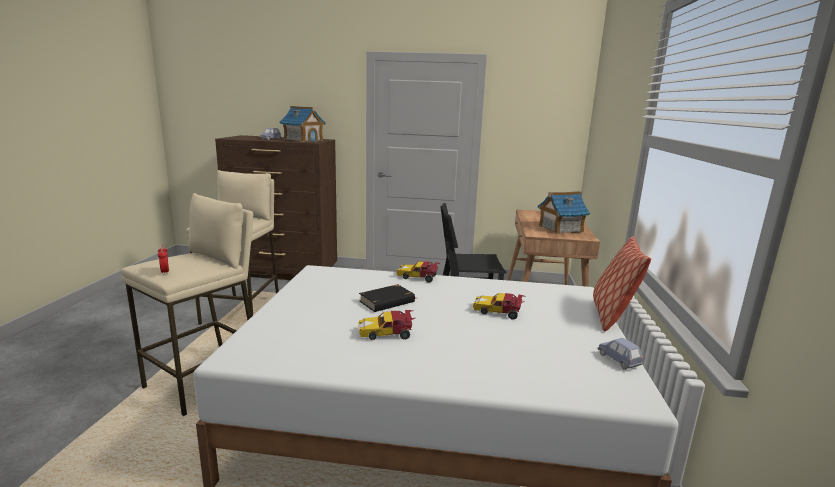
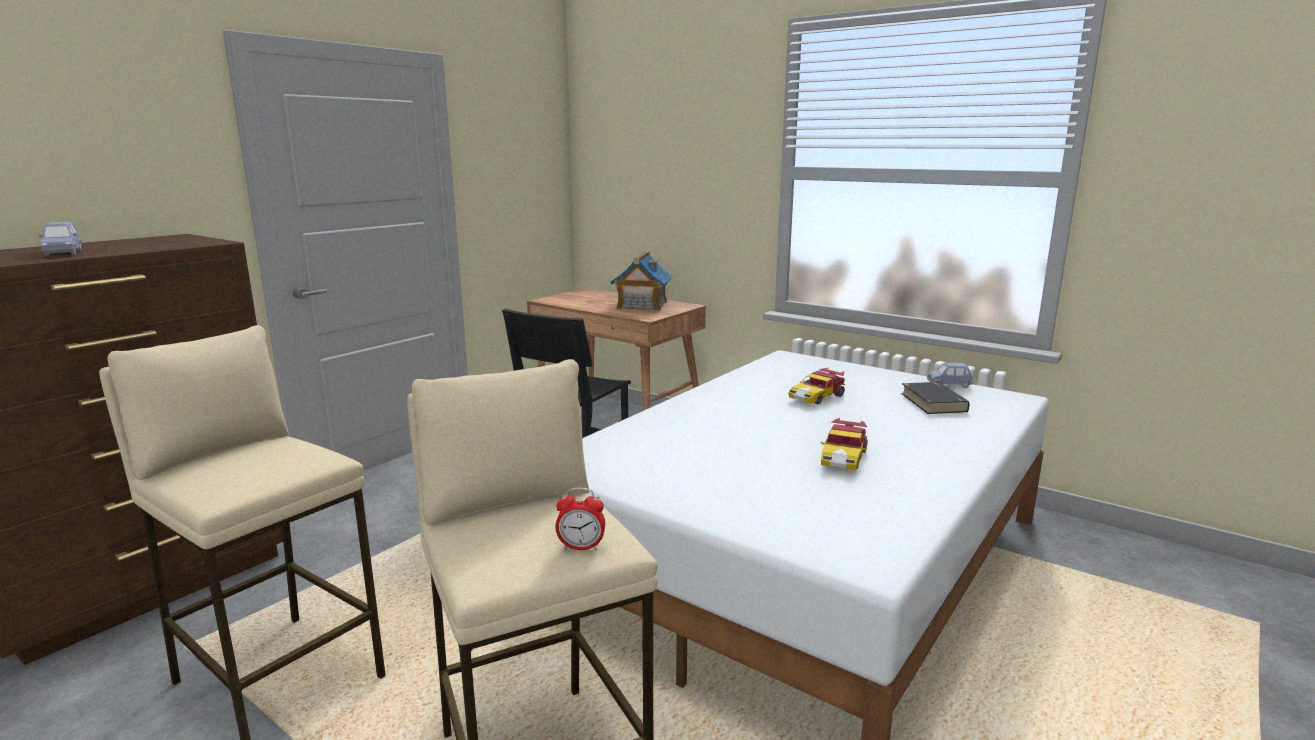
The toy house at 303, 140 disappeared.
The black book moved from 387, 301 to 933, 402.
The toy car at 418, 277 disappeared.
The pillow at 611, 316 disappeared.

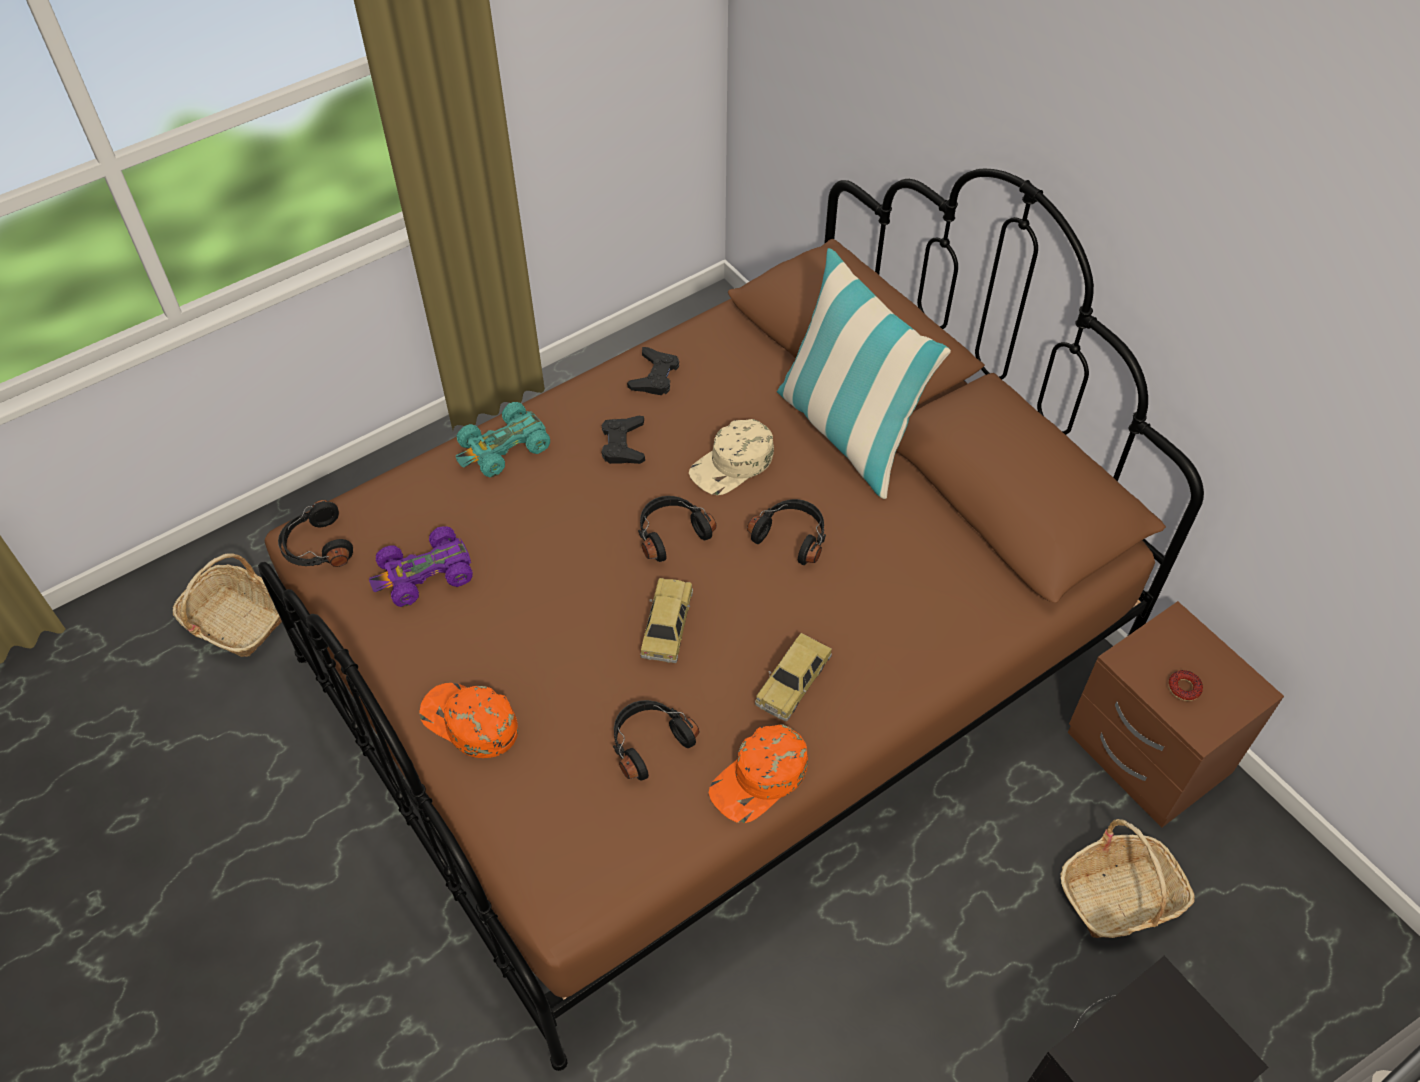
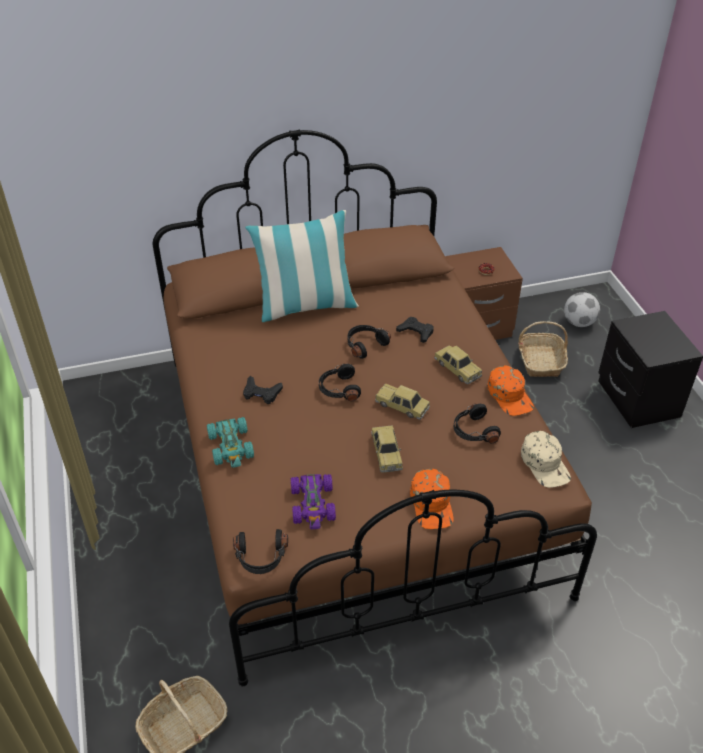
The orange cap at 469, 722 turned 60 degrees counterclockwise.
The black game controller moved from 655, 376 to 416, 332.
The beige cap moved from 732, 464 to 545, 464.
The toy car at 386, 453 appeared.
The football at 579, 323 appeared.

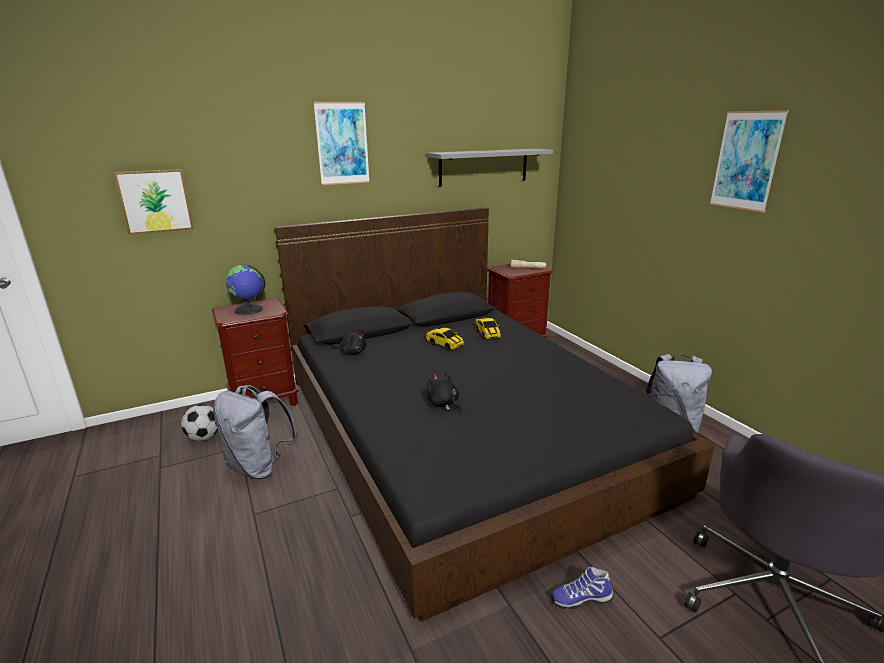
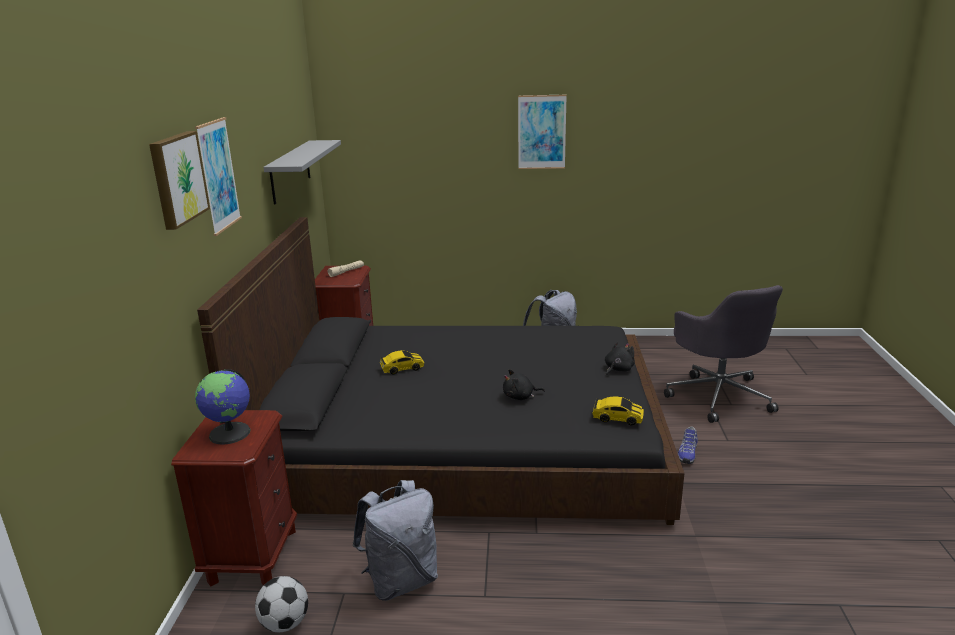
The picture moved from 155, 200 to 176, 178.
The black plush toy moved from 352, 352 to 618, 369.
The toy car moved from 487, 333 to 617, 418.

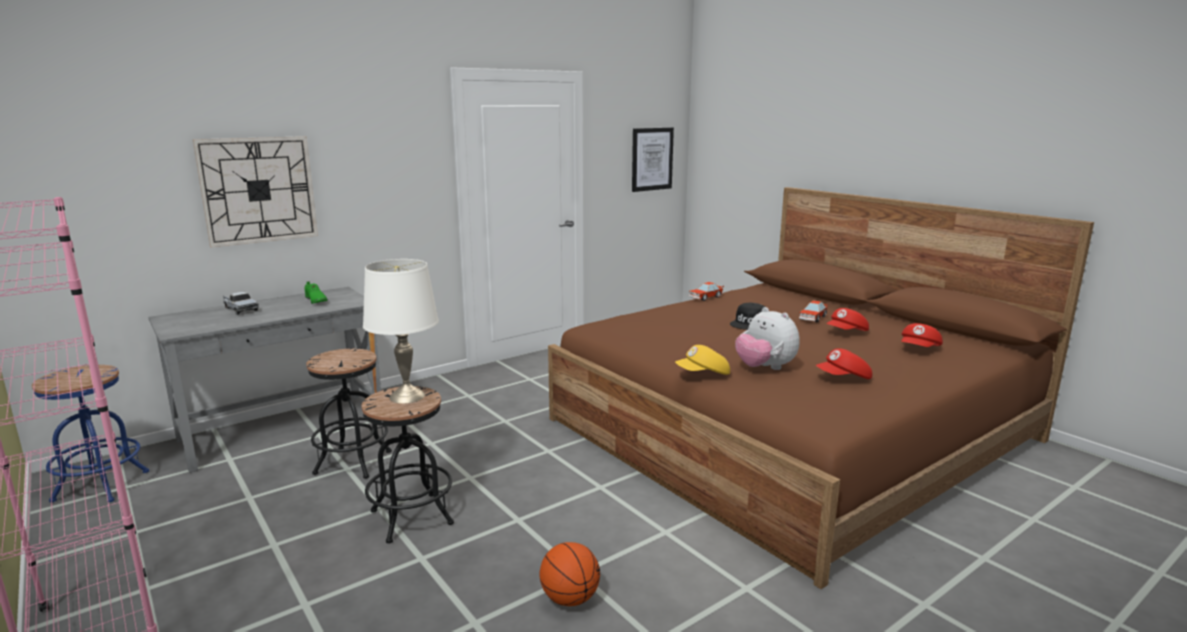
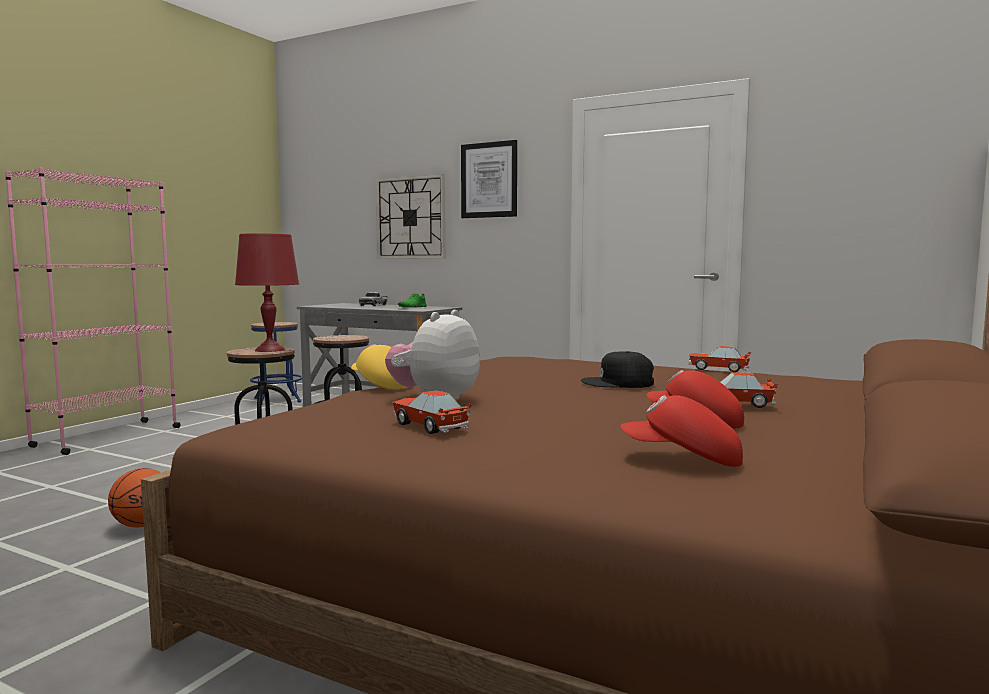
The white table lamp at 407, 396 became the red table lamp at 270, 350.
The picture moved from 652, 159 to 489, 180.
The red cap at 844, 379 was replaced by the toy car at 429, 426.

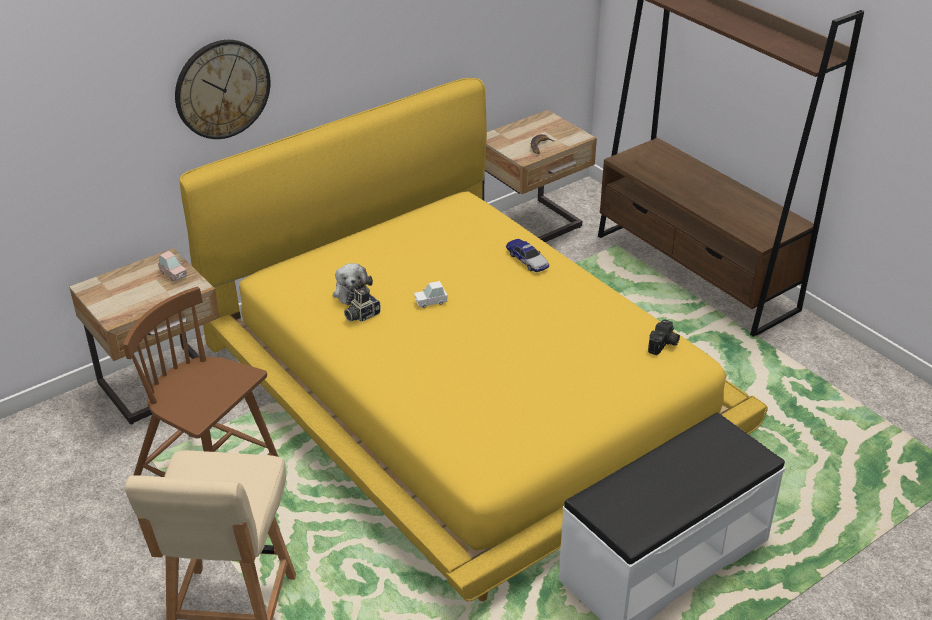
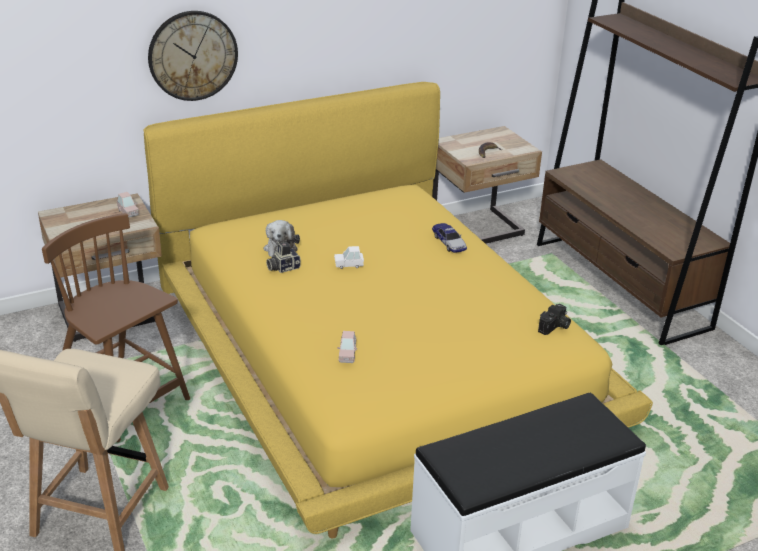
The pink toy car at 347, 355 appeared.

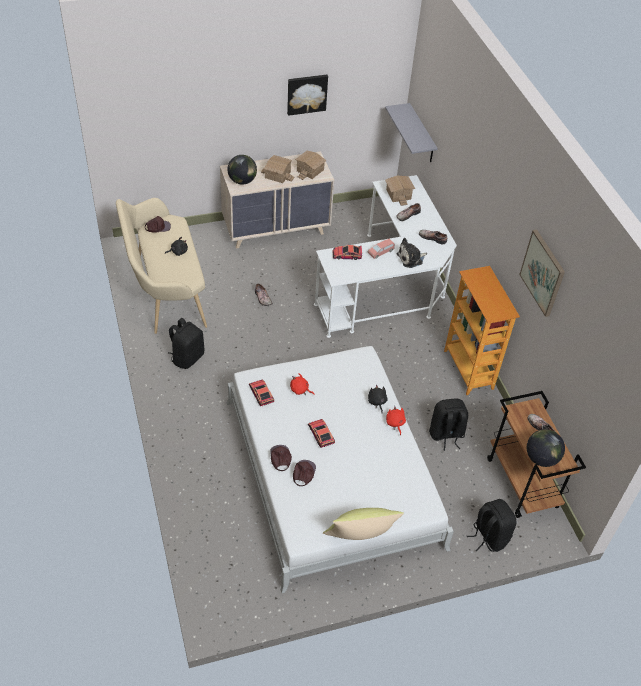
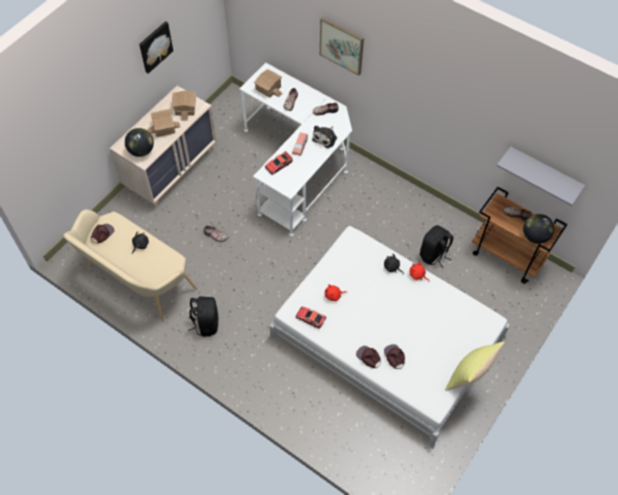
The toy car at 321, 434 disappeared.
The grey shelf moved from 422, 134 to 544, 172.
The bookcase at 469, 369 disappeared.
The black backpack at 488, 536 disappeared.
The picture moved from 543, 272 to 342, 45.

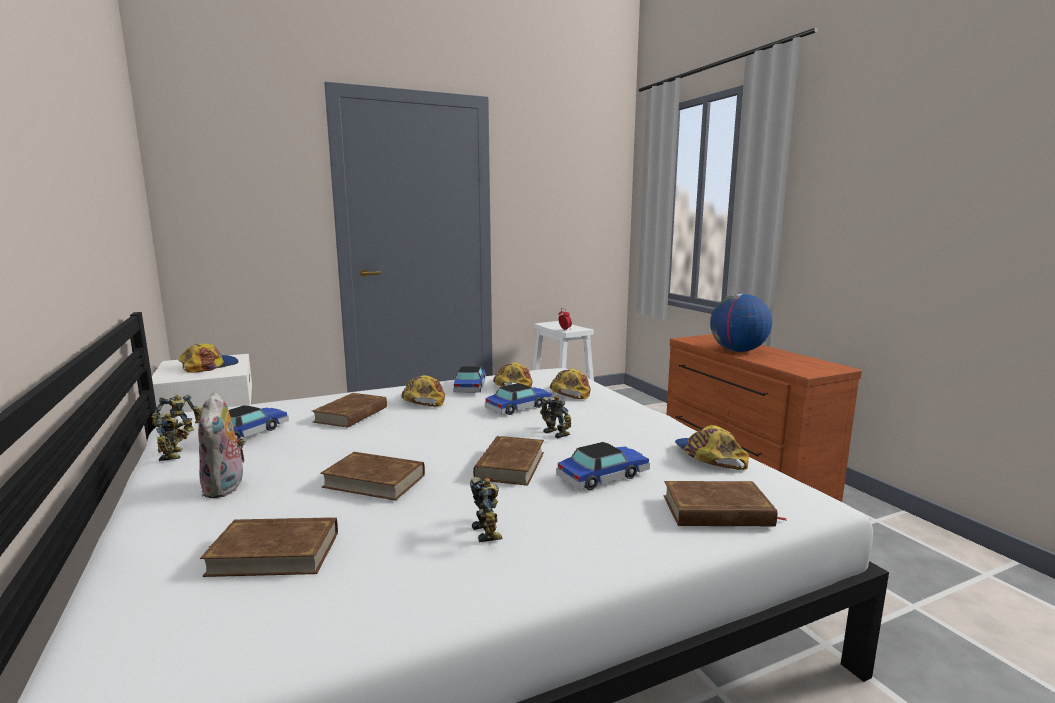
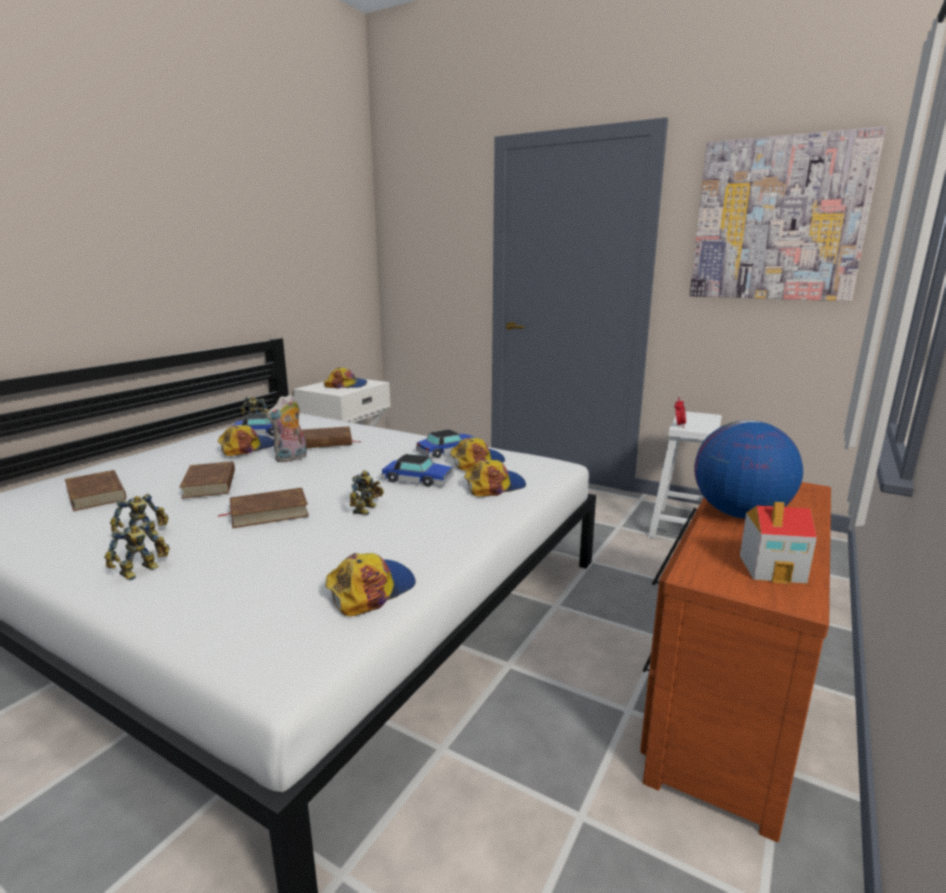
The toy robot moved from 174, 454 to 142, 571.
The plush toy moved from 226, 488 to 291, 458.
The cap moved from 423, 399 to 247, 447.
The toy car at 603, 476 disappeared.
The brown book at 717, 511 disappeared.
The picture at 778, 220 appeared.
The toy house at 773, 568 appeared.

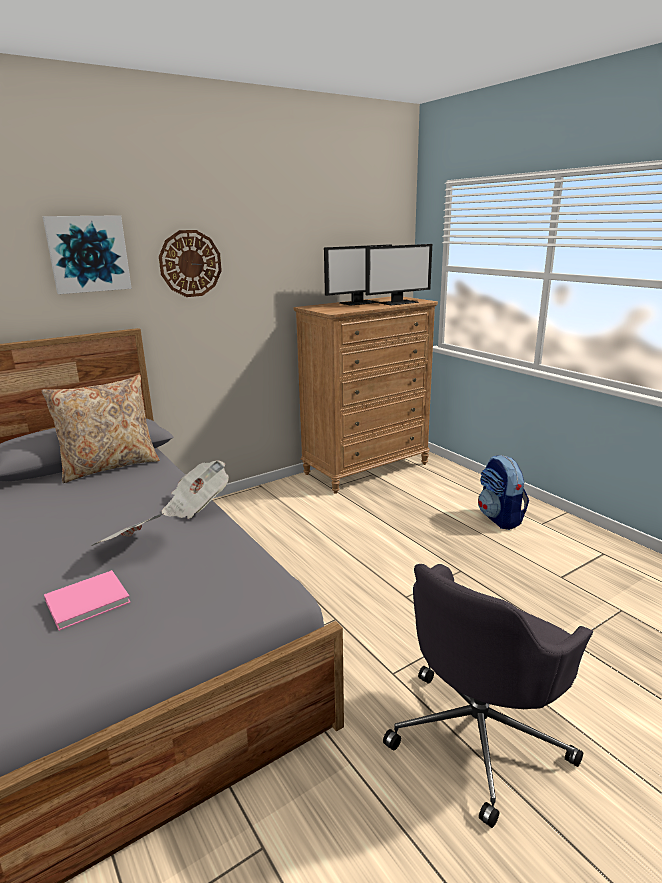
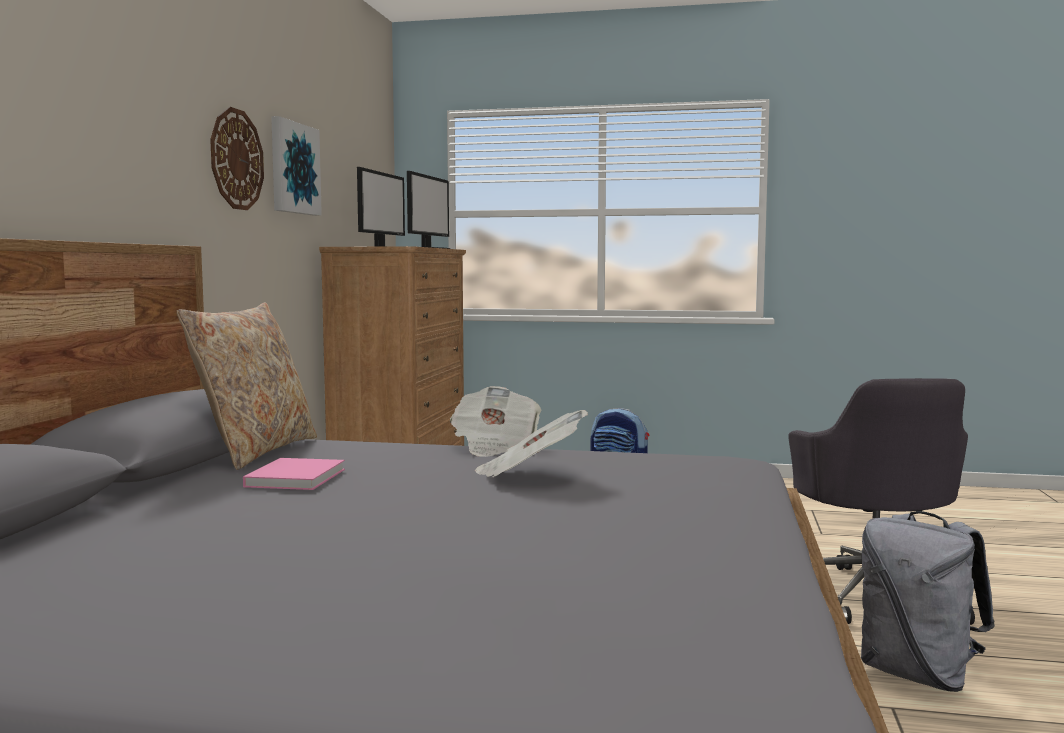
The picture moved from 88, 254 to 293, 168.
The pink book moved from 90, 601 to 297, 477.
The grey backpack at 918, 675 appeared.

